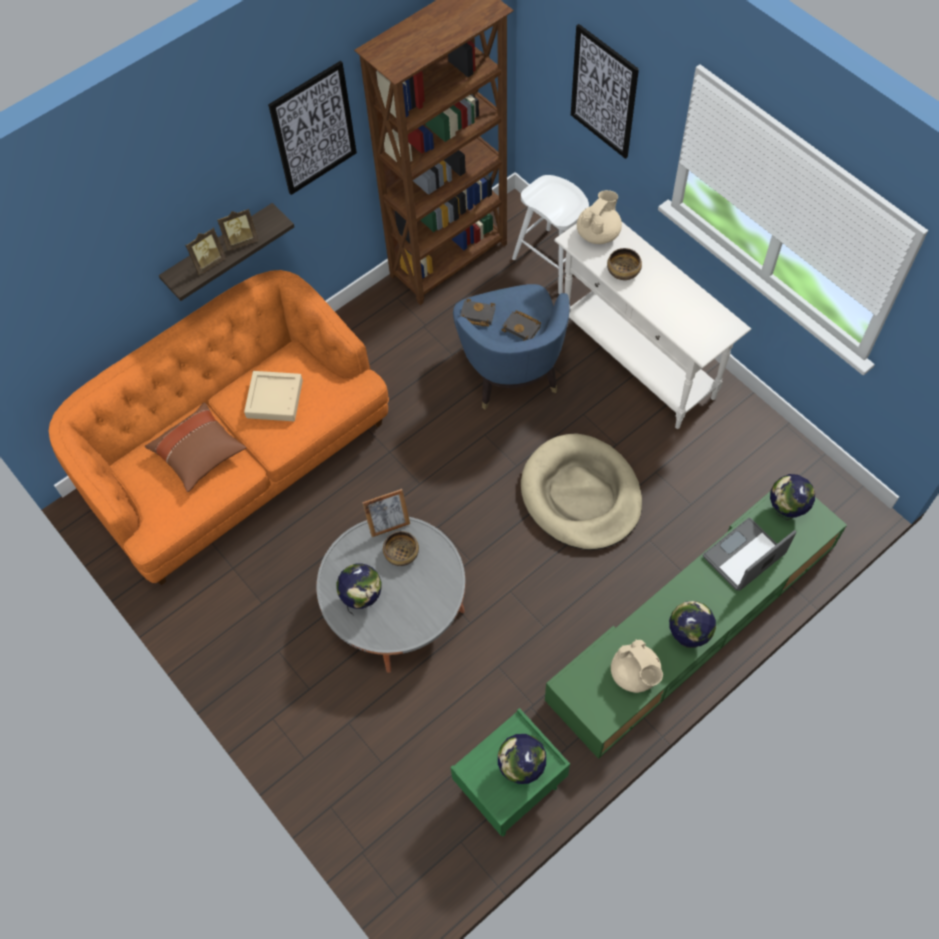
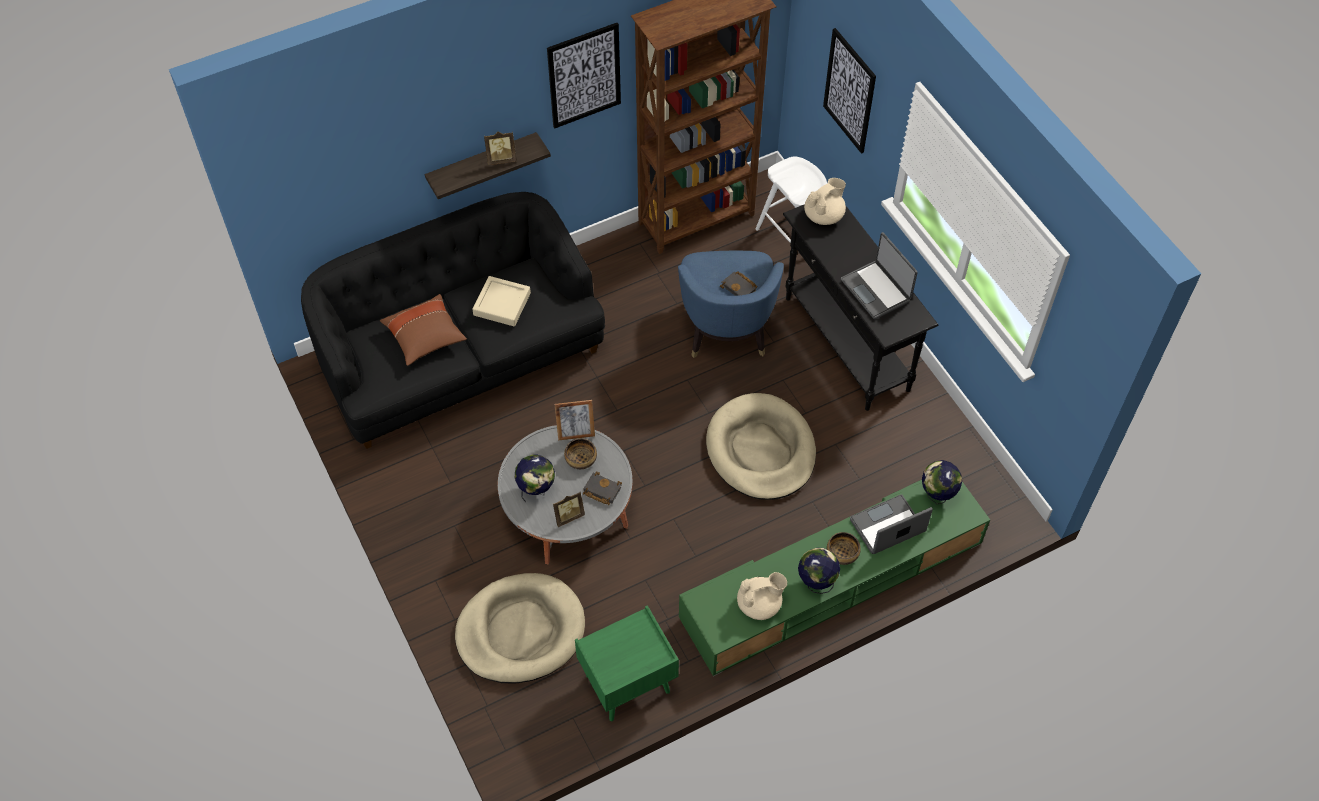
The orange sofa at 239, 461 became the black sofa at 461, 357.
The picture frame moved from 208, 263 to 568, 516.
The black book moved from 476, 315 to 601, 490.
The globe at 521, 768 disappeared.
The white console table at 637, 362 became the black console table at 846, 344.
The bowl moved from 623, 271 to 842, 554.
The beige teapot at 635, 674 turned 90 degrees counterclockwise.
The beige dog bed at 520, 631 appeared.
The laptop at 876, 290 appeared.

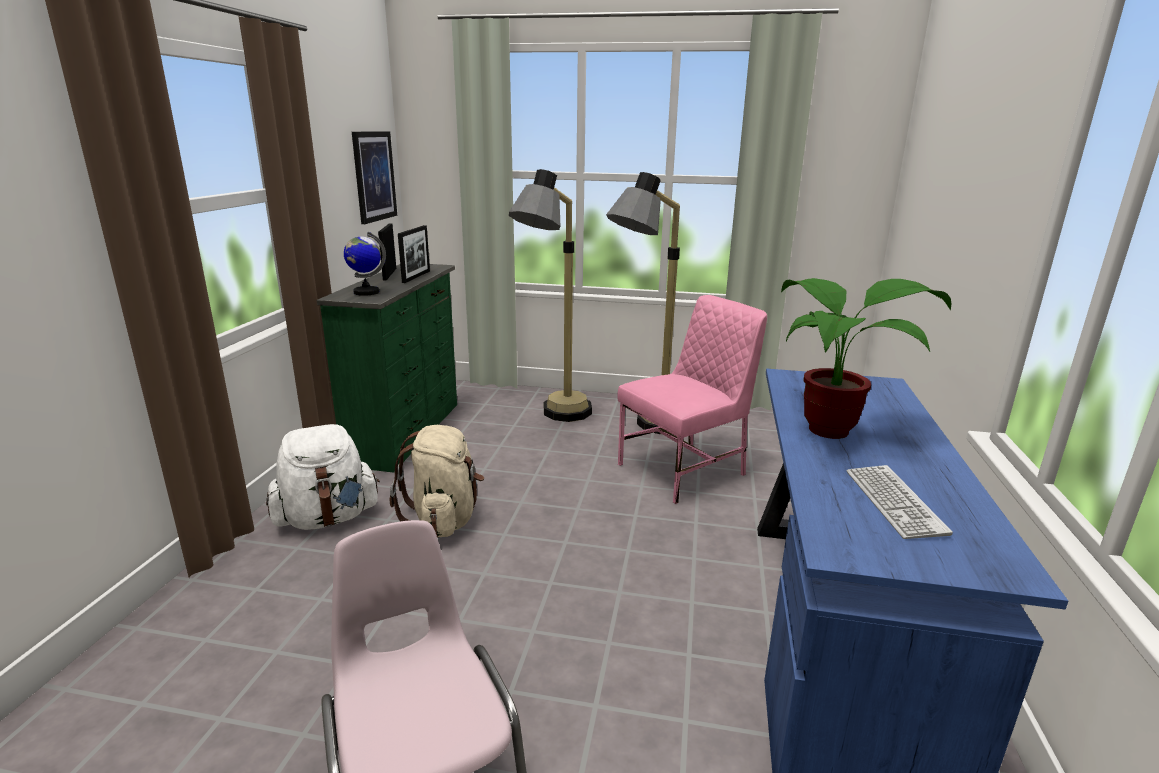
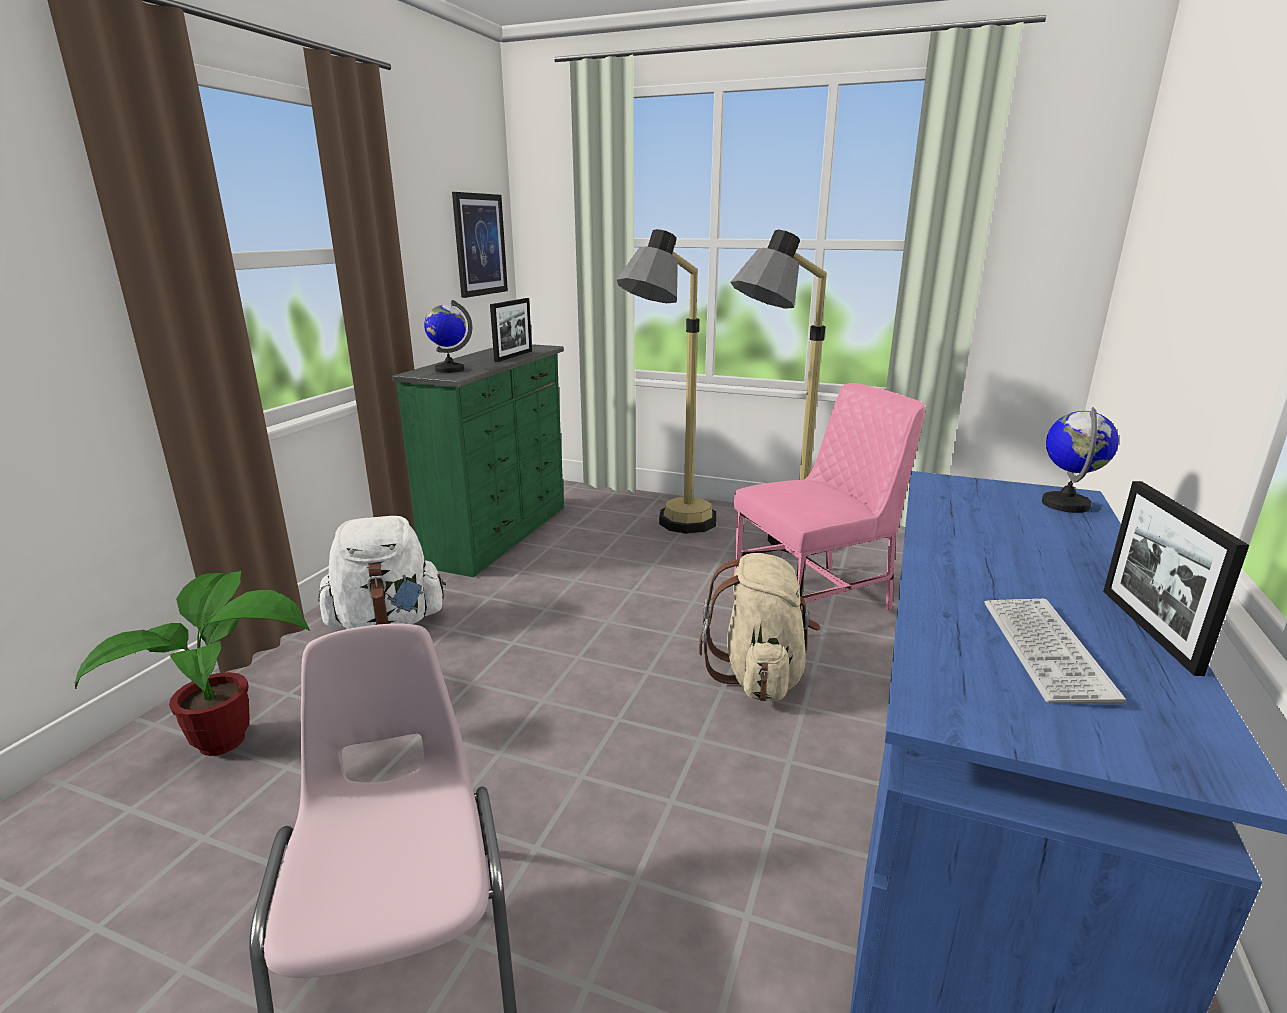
The picture frame moved from 389, 274 to 1148, 629.
The beige backpack moved from 444, 519 to 759, 675.
The potted plant moved from 835, 429 to 232, 740.
The globe at 1066, 504 appeared.

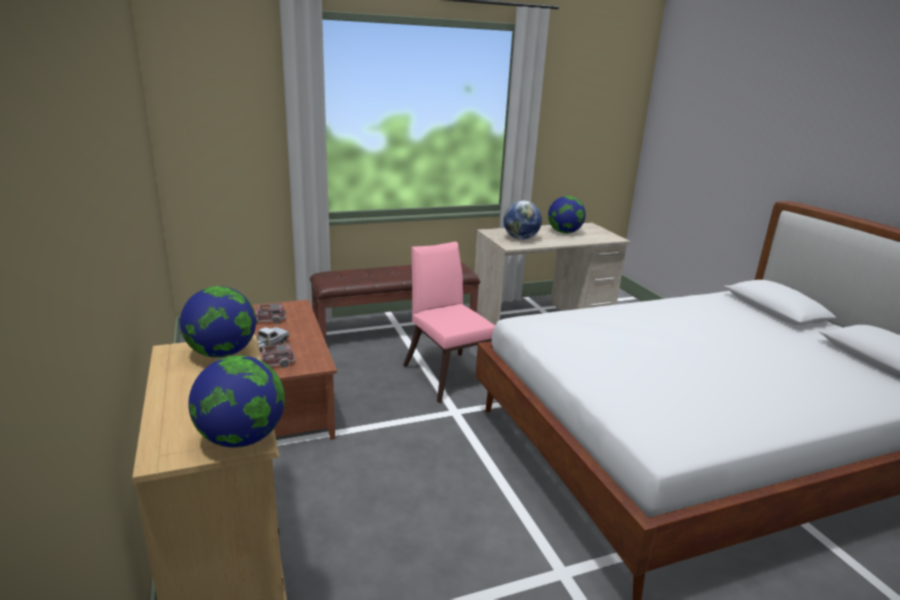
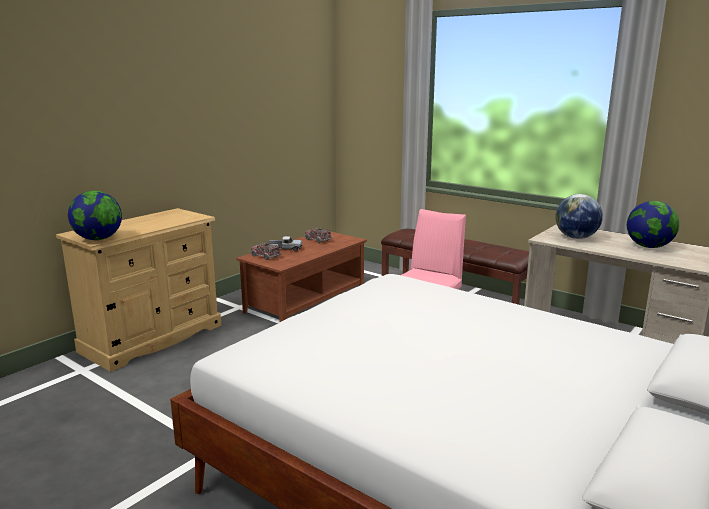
The globe at 222, 353 disappeared.

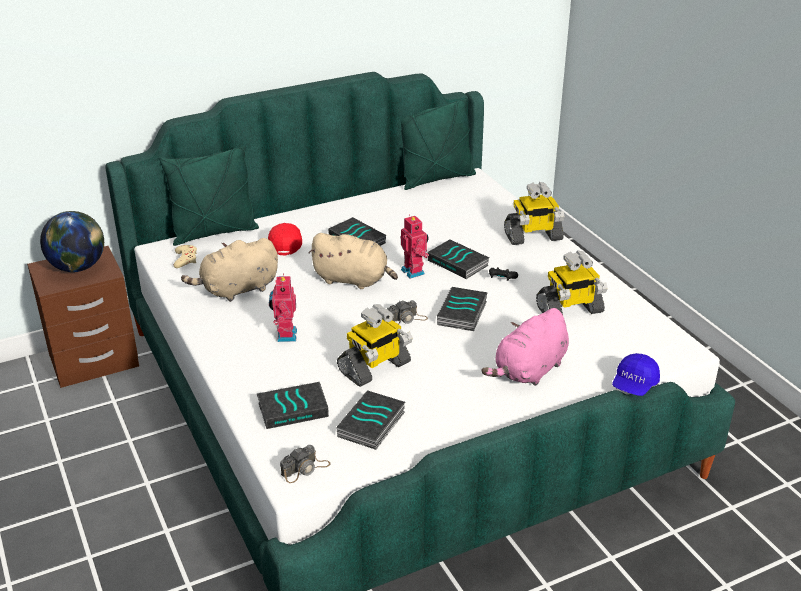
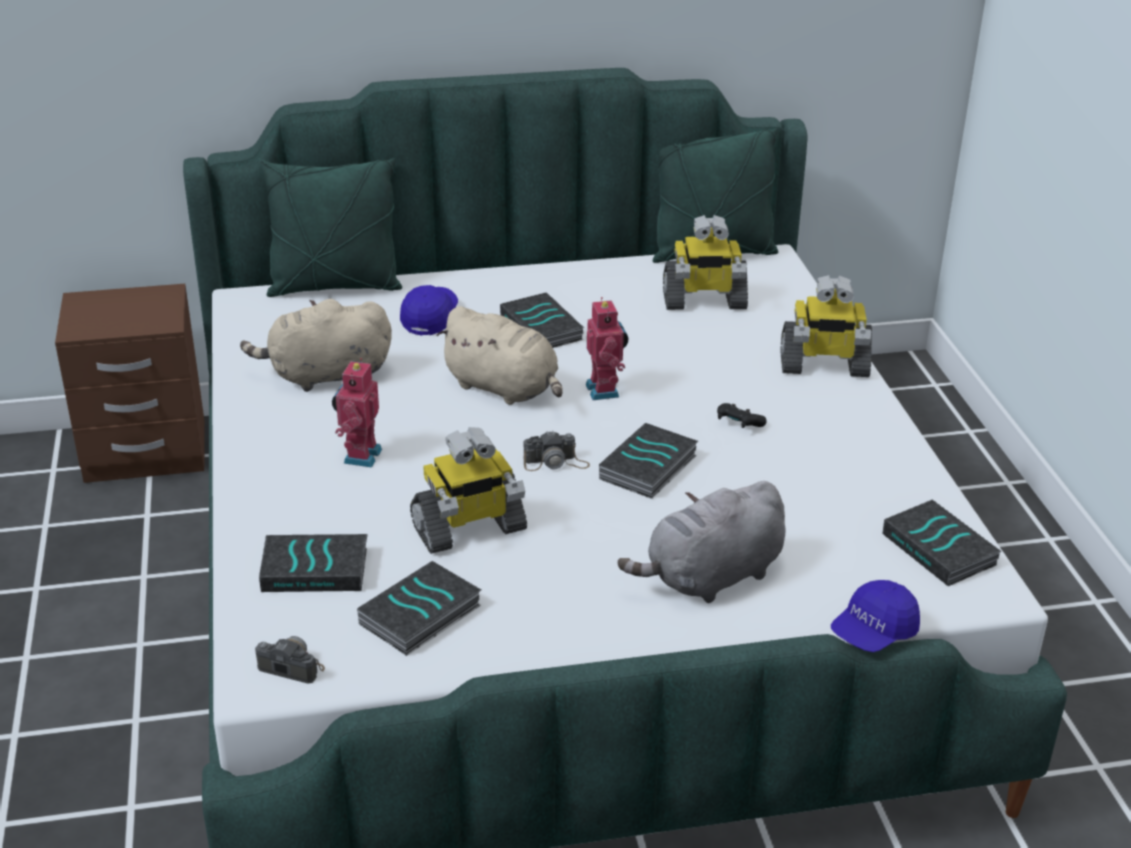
The globe at 78, 268 disappeared.
The beige game controller at 185, 259 disappeared.
The red cap at 285, 244 became the blue cap at 430, 318.
The photo camera at 305, 469 turned 135 degrees counterclockwise.
The book moved from 459, 263 to 941, 549.
The pink plush toy at 529, 371 became the grey plush toy at 710, 578.
The toy robot moved from 569, 310 to 703, 301.

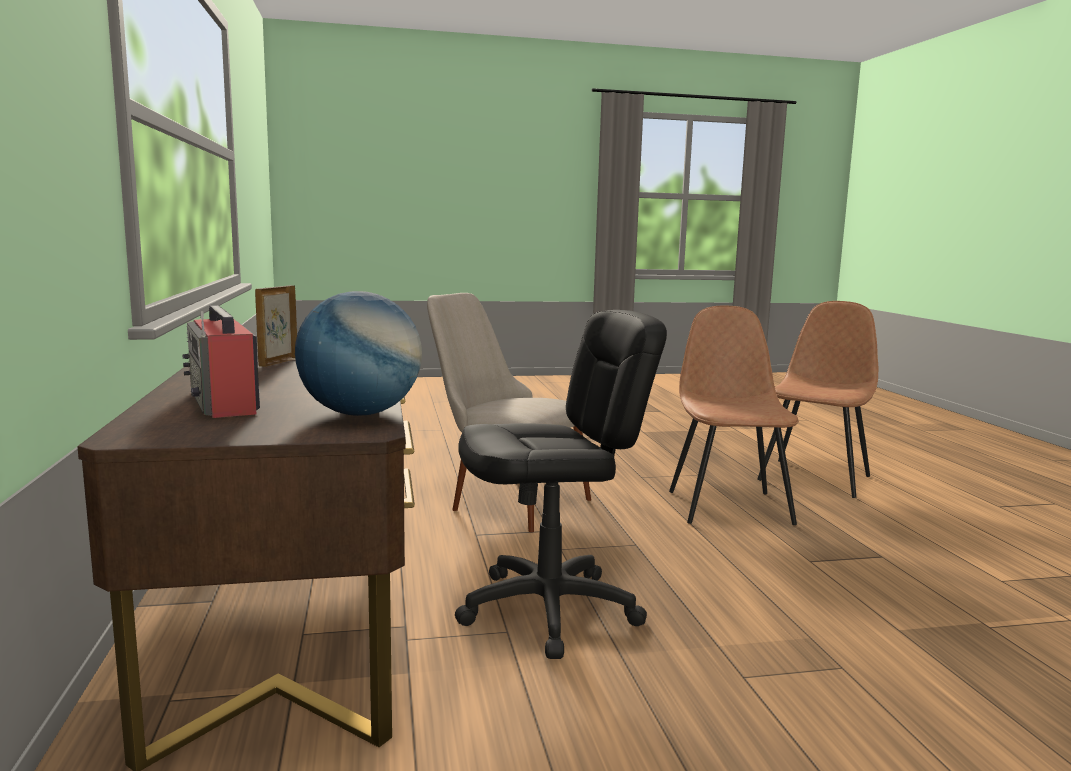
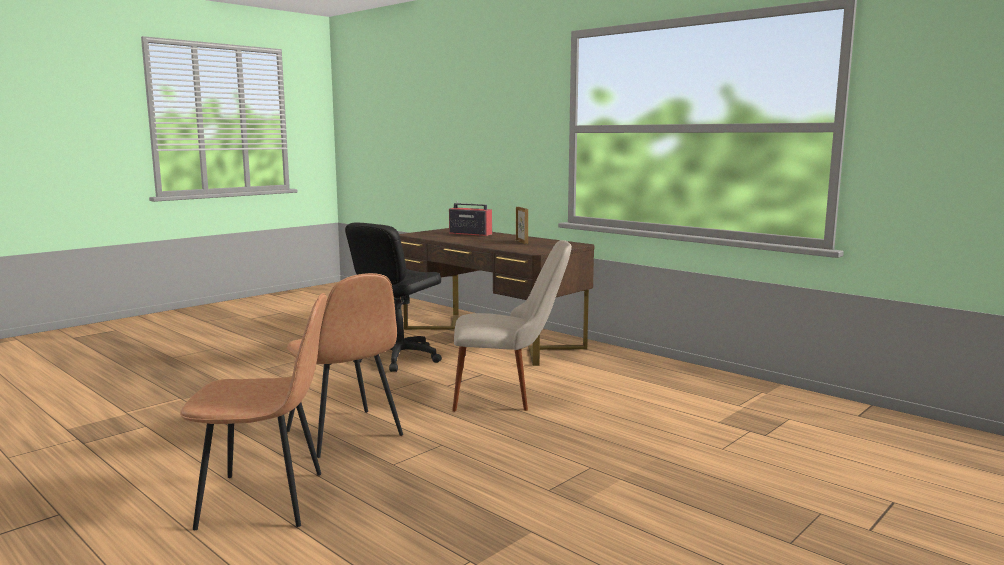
The globe at 360, 414 disappeared.
The brown chair at 815, 477 turned 90 degrees counterclockwise.

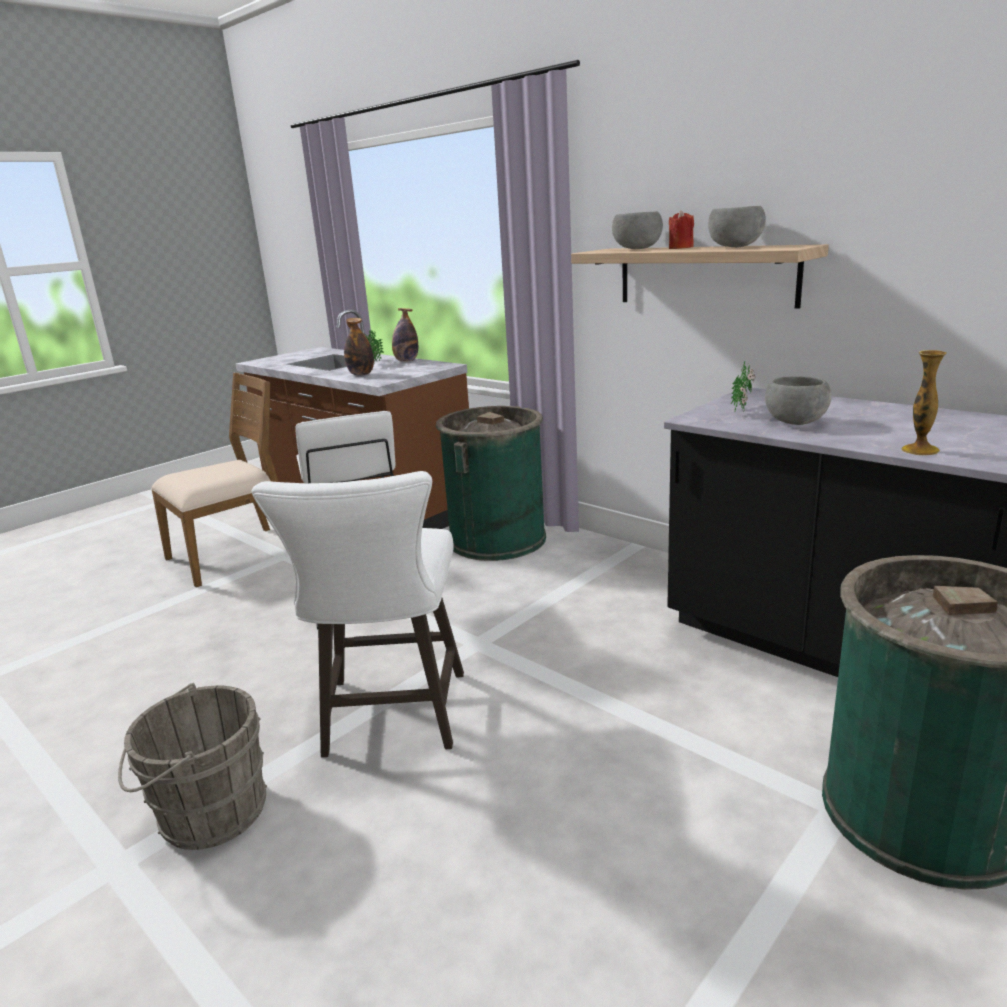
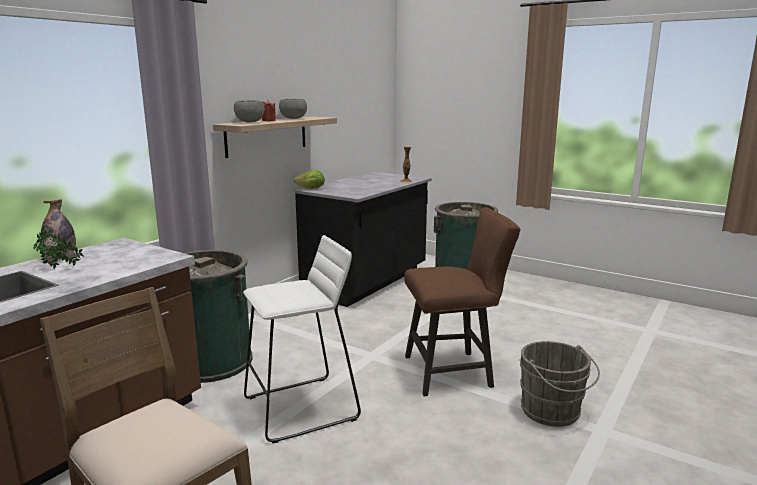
The white stool at 392, 721 became the brown stool at 454, 371.
The bottle at 361, 374 disappeared.
The potted plant at 740, 410 disappeared.
The grey bowl at 795, 422 disappeared.
The lettuce at 311, 189 appeared.

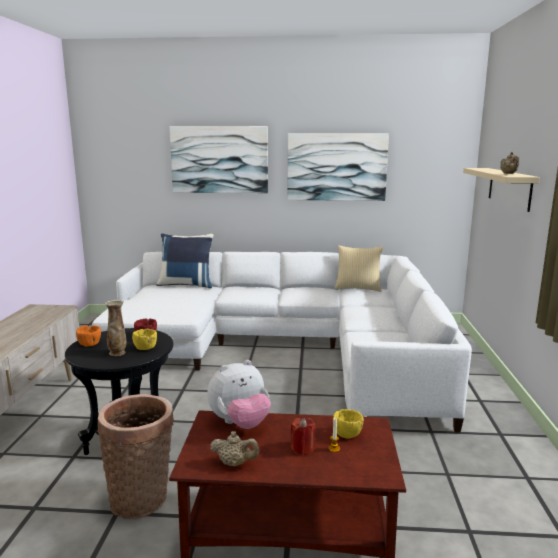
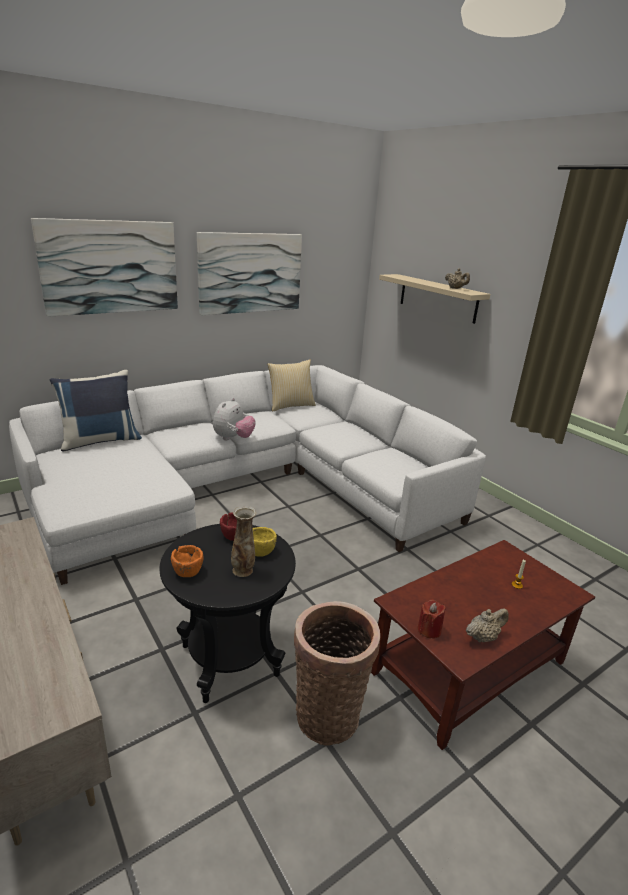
The plush toy moved from 240, 423 to 233, 438.
The red candle moved from 302, 448 to 429, 630.
The yellow bowl at 347, 434 disappeared.

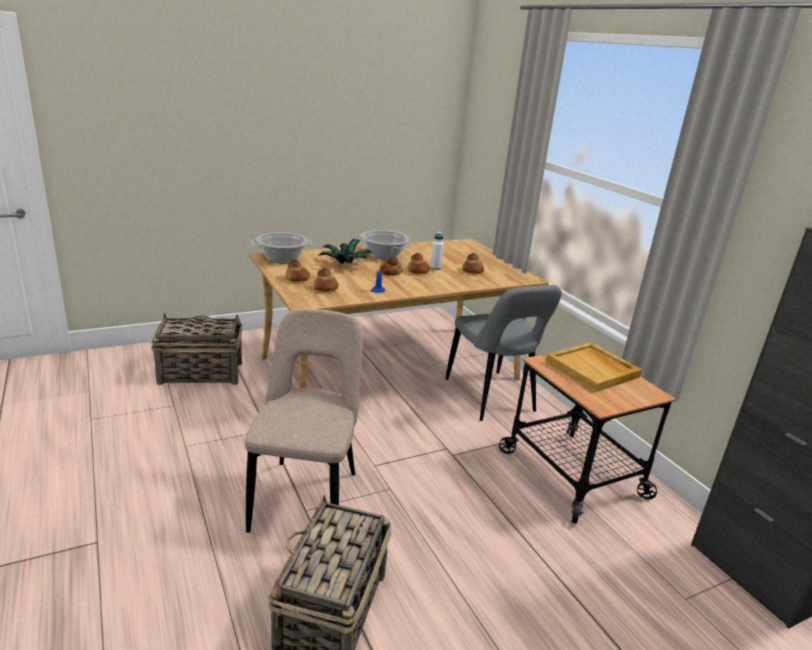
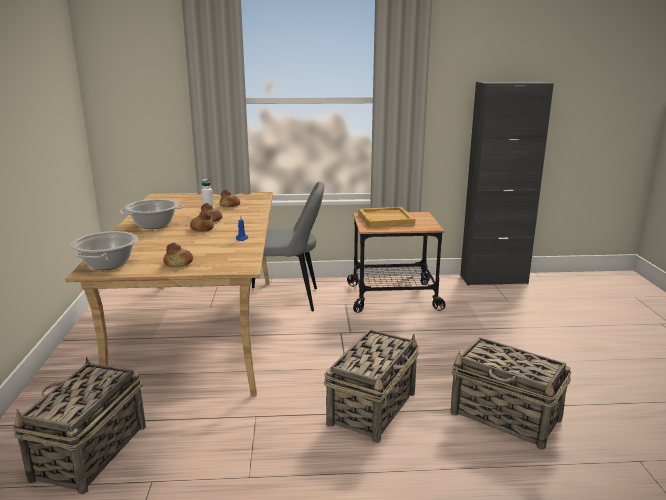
The beige chair at 307, 497 was replaced by the basket at 373, 408.
The bread at 325, 288 disappeared.
The potted plant at 345, 265 disappeared.

